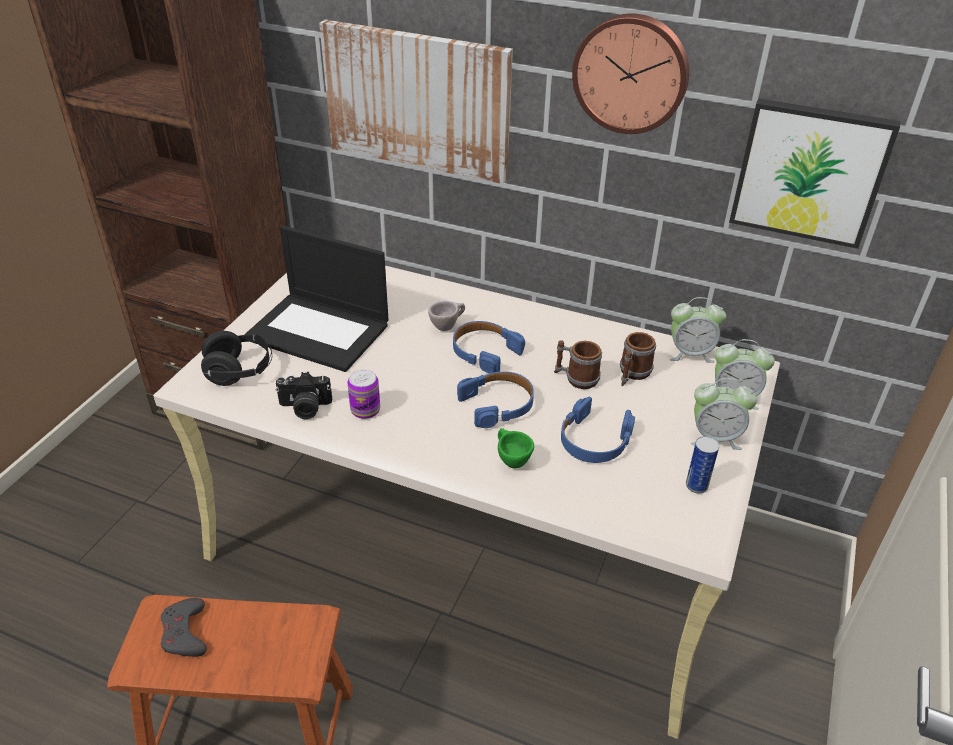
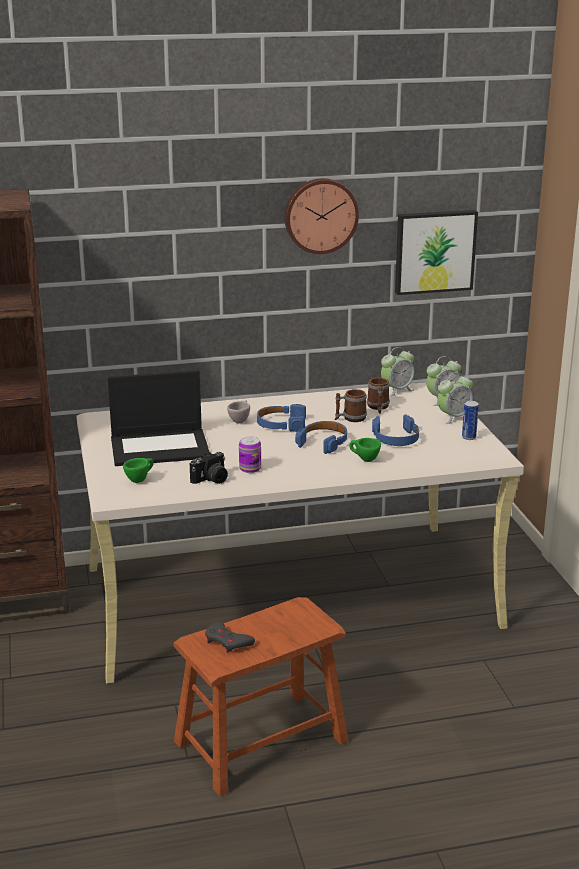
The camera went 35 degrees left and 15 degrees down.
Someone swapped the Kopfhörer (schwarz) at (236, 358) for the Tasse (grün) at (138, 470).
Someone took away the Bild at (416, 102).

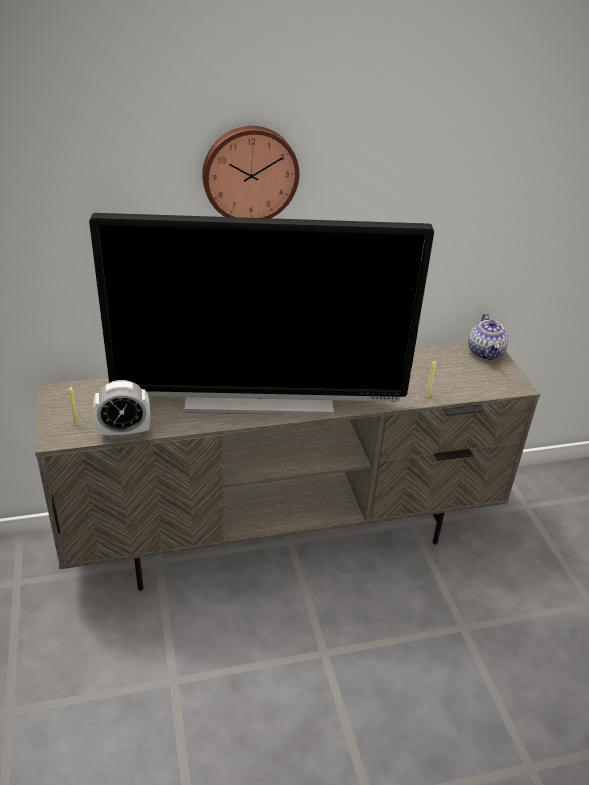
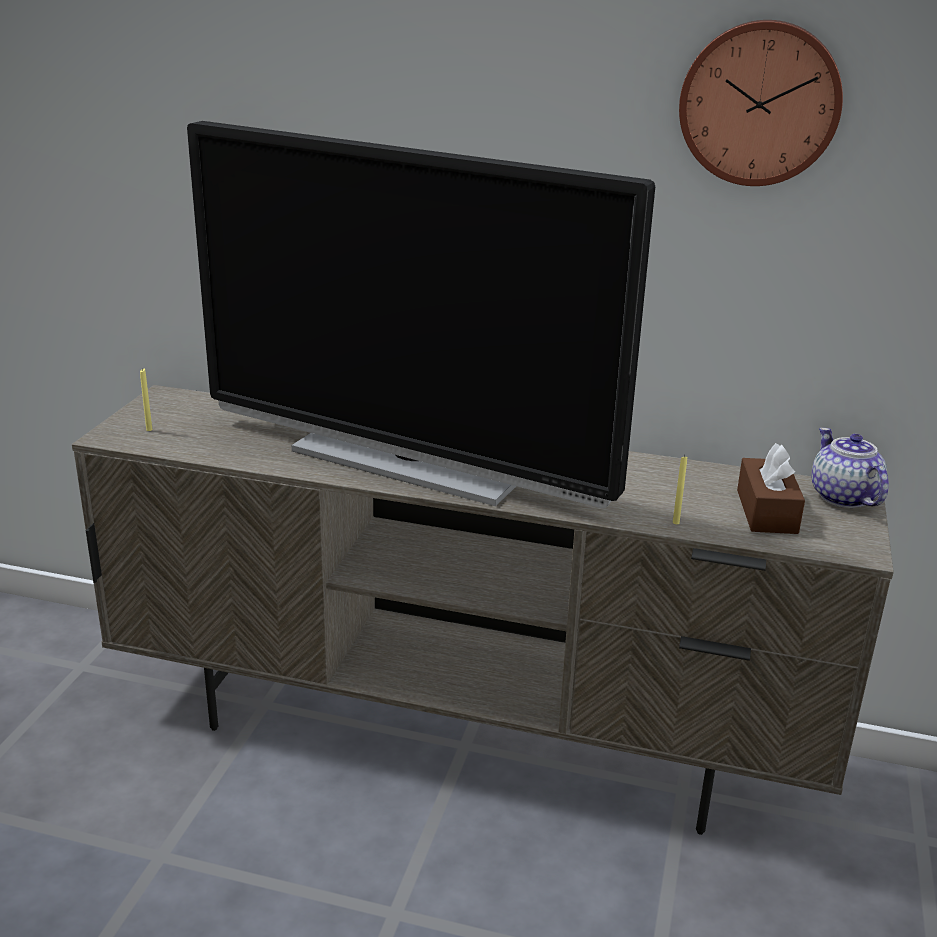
The camera went 30 degrees right and 10 degrees down.
Someone carried the Wanduhr from (250, 172) to (761, 103).
Someone put down the Taschentuchbox (braun) at (771, 488).
Someone rotated the Teekanne at (488, 337) by 135 degrees clockwise.
Someone took away the Wecker at (121, 409).

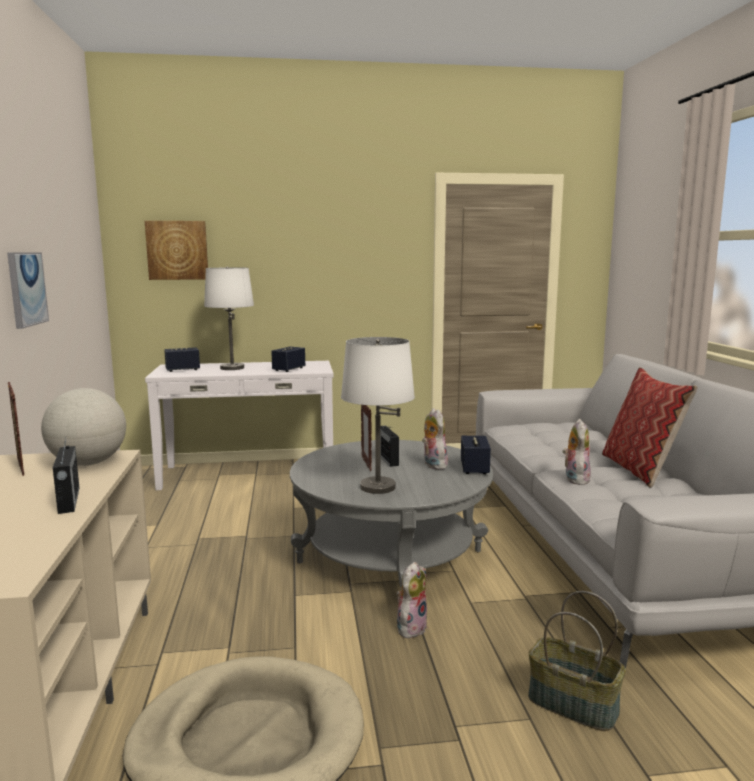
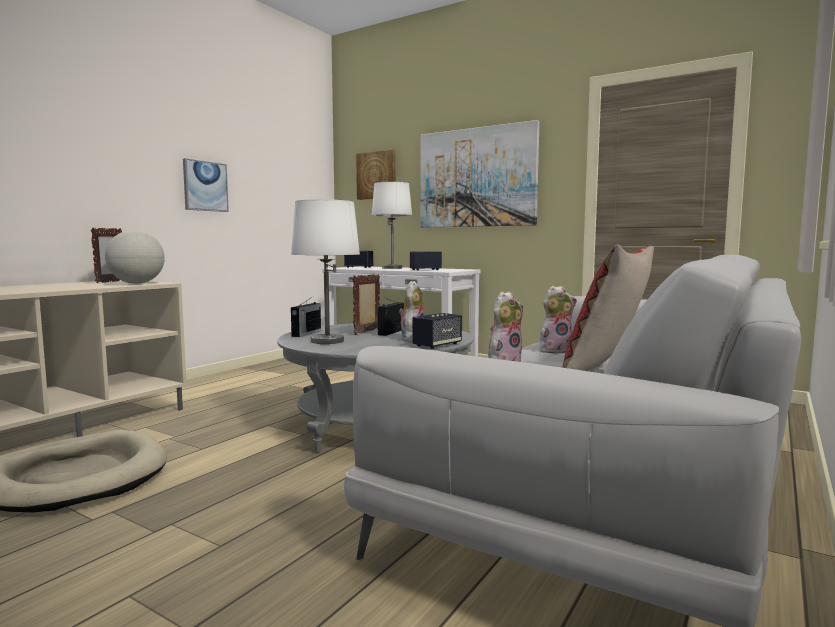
The camera went 40 degrees right and 5 degrees down.
Someone carried the Radio from (66, 476) to (306, 317).
Someone put up the Bild at (480, 174).
Someone carried the Plüschtier from (412, 600) to (558, 319).
Someone took away the Korb at (577, 661).

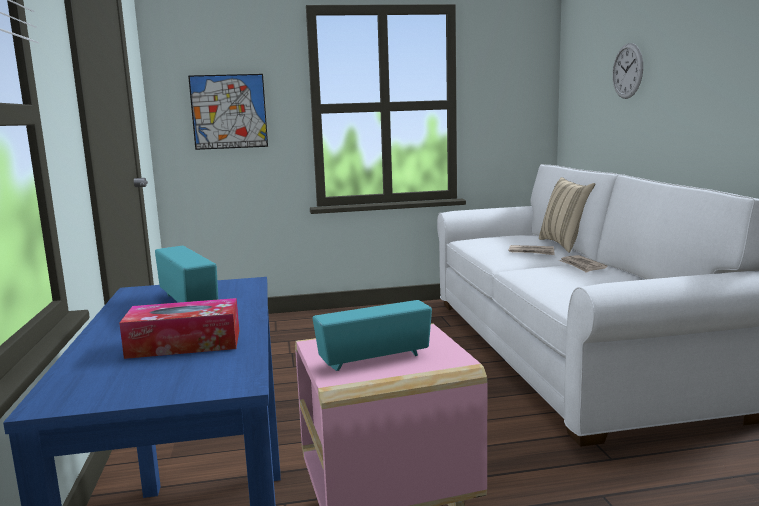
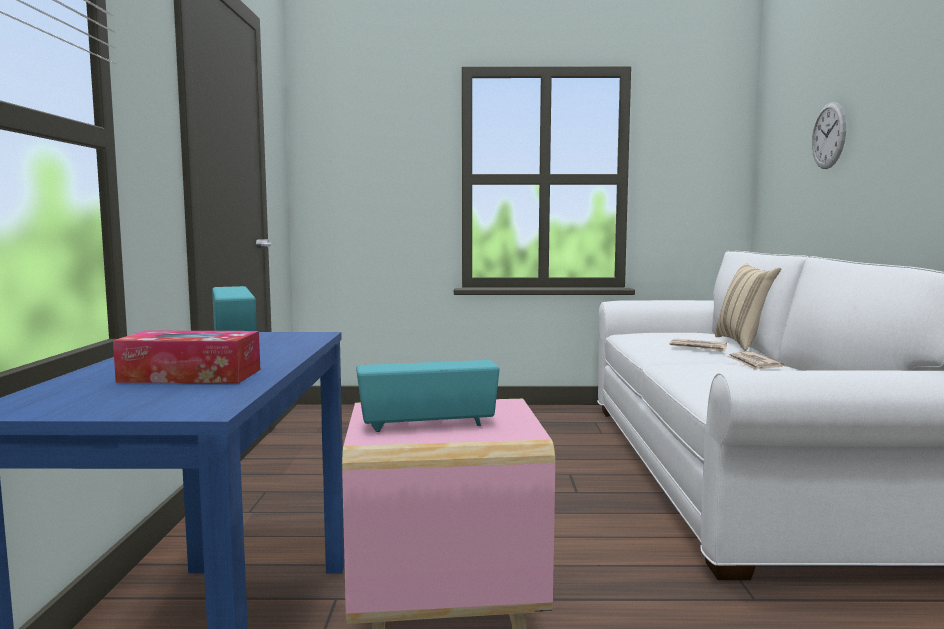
The camera went 10 degrees right and 5 degrees down.
Someone took away the Bild at (228, 112).

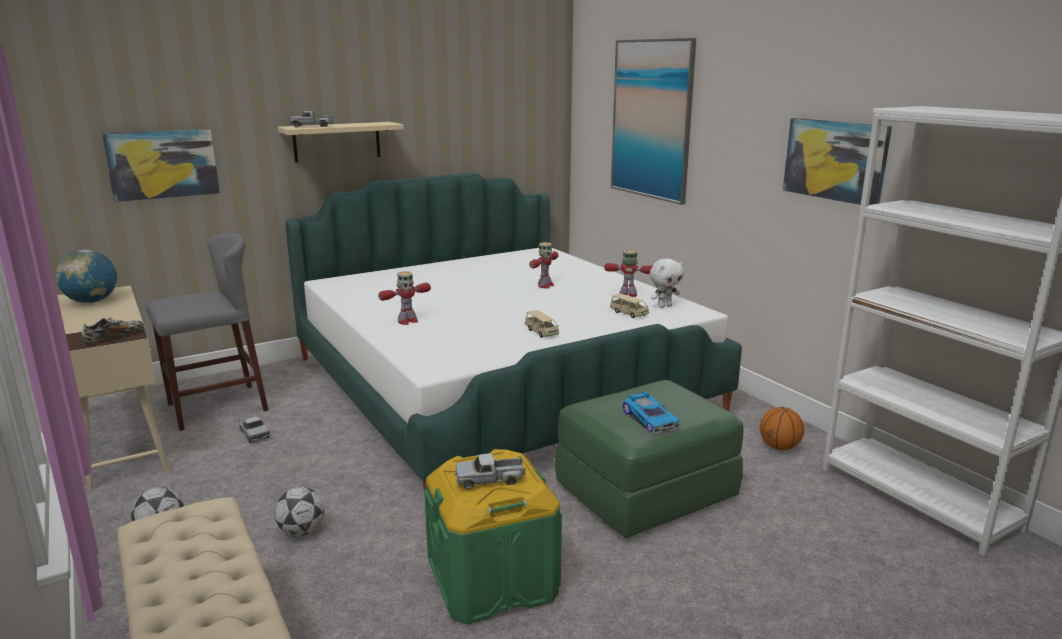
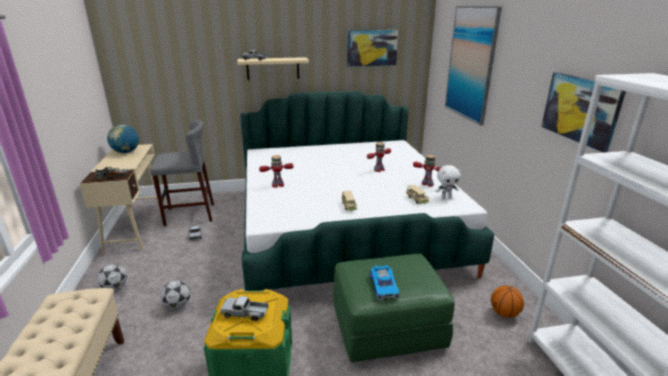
The camera went 20 degrees right and 5 degrees up.
Someone carried the Bild from (161, 165) to (372, 48).

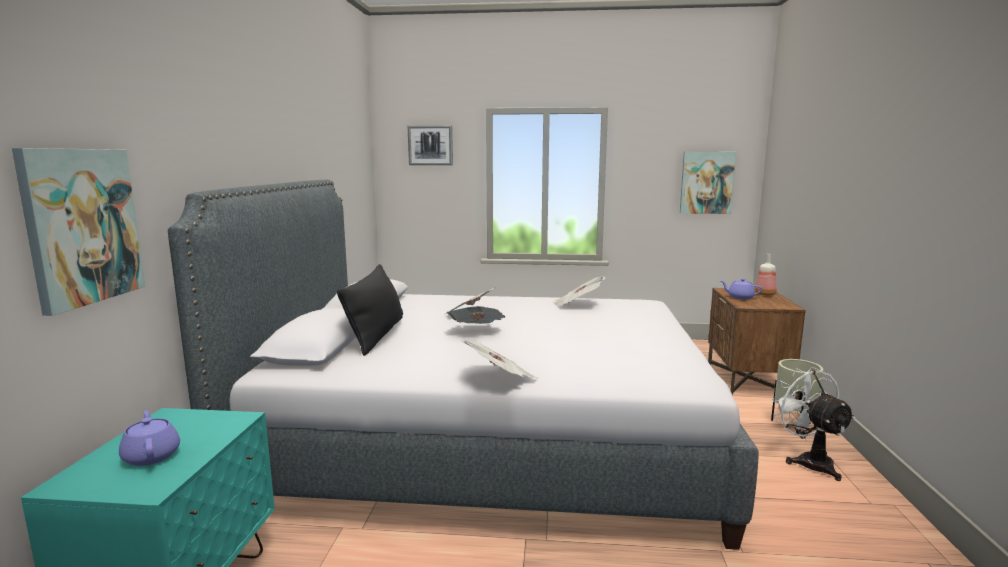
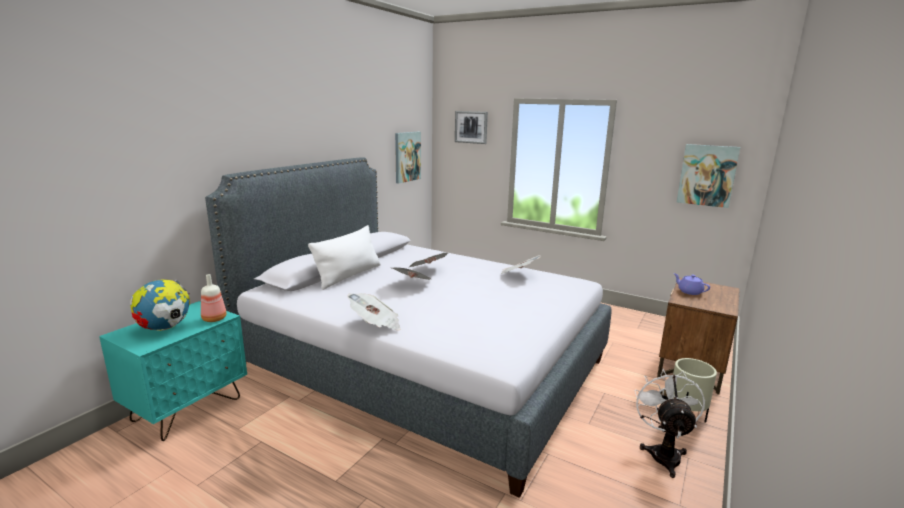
The camera went 25 degrees right and 5 degrees up.
Someone swapped the Teekanne (lila) at (149, 438) for the Globus at (160, 305).
Someone carried the Flasche from (766, 275) to (214, 298).
Someone repainted the Kissen (schwarz) at (370, 310), which became the Kissen (weiß) at (344, 257).
Someone carried the Bild from (79, 232) to (408, 158).

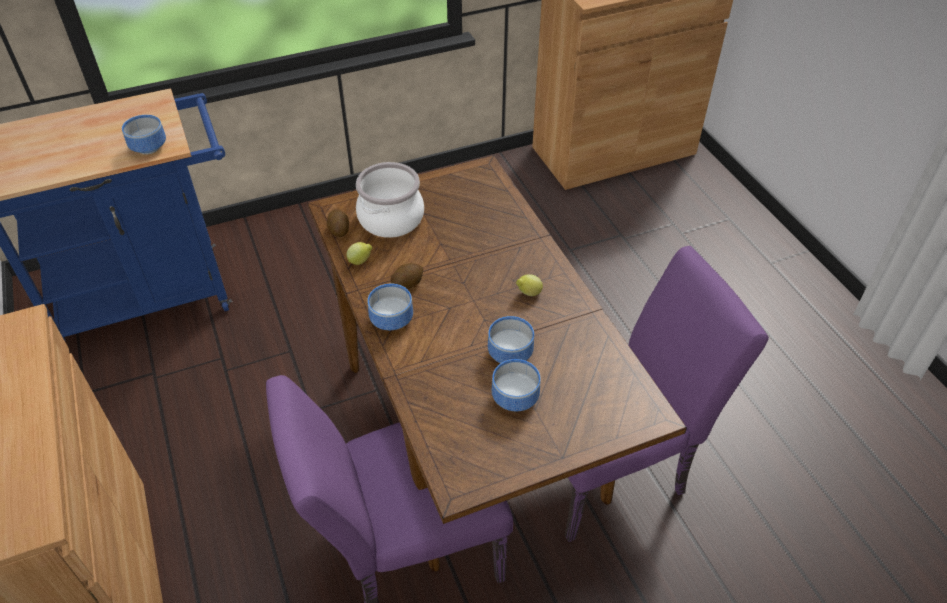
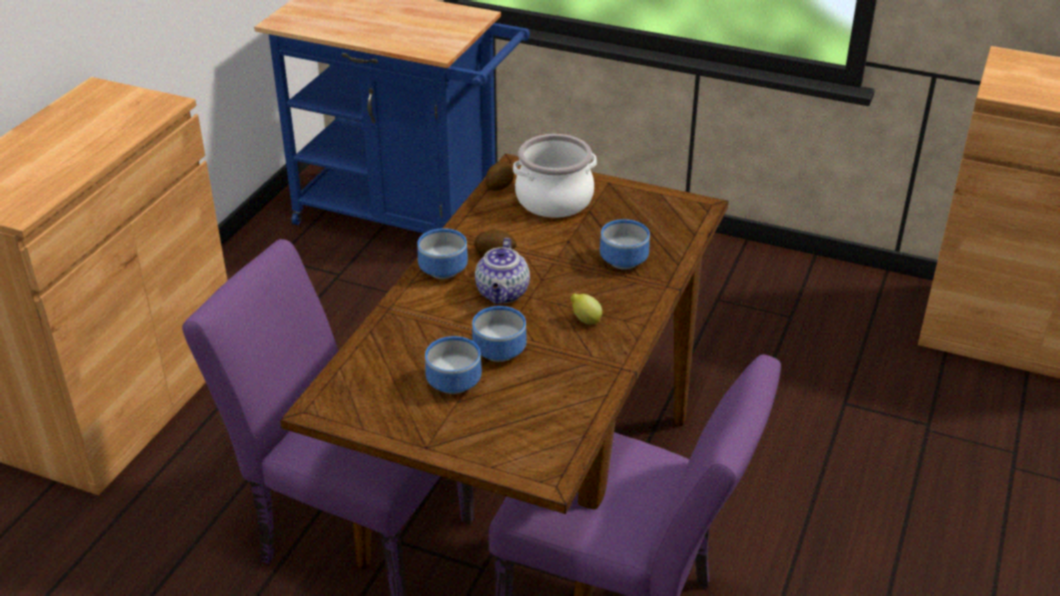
The camera went 45 degrees right and 10 degrees down.
Someone put down the Teekanne at (502, 271).
Someone carried the Schüssel from (144, 134) to (625, 244).
Someone took away the Zitrone at (359, 253).

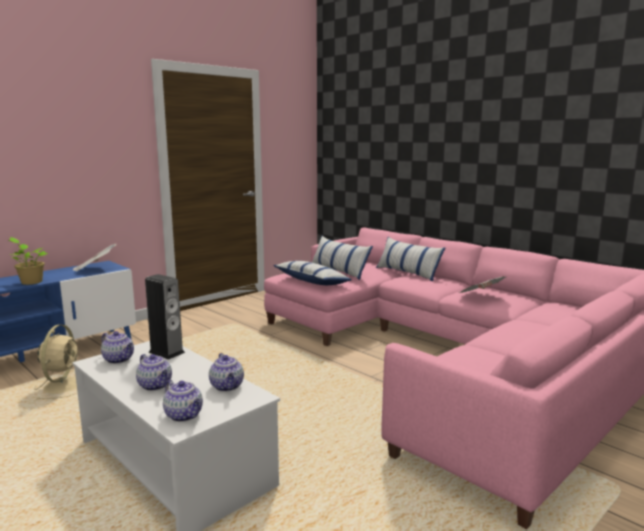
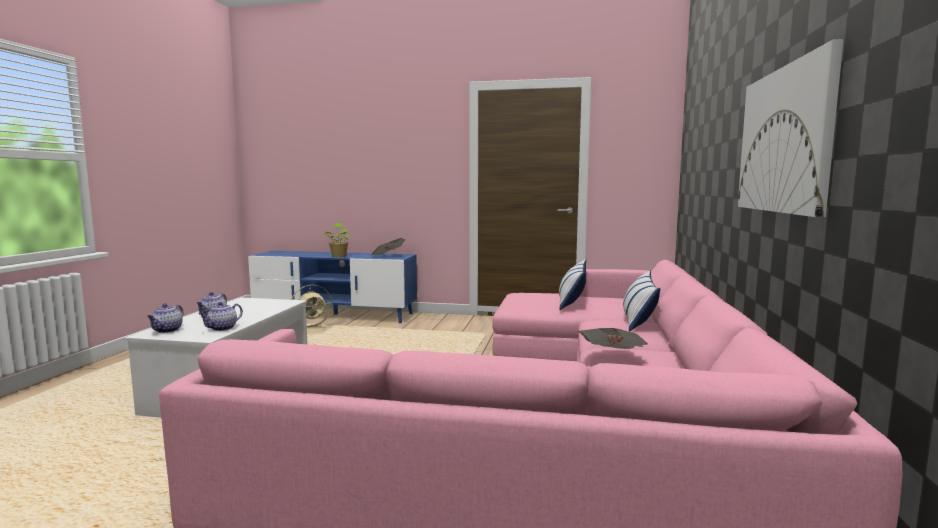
The camera went 55 degrees right and 5 degrees down.
Someone put up the Bild at (791, 128).
Someone took away the Teekanne at (117, 347).
Someone took away the Lautsprecher at (165, 317).
Someone took away the Kissen at (312, 273).

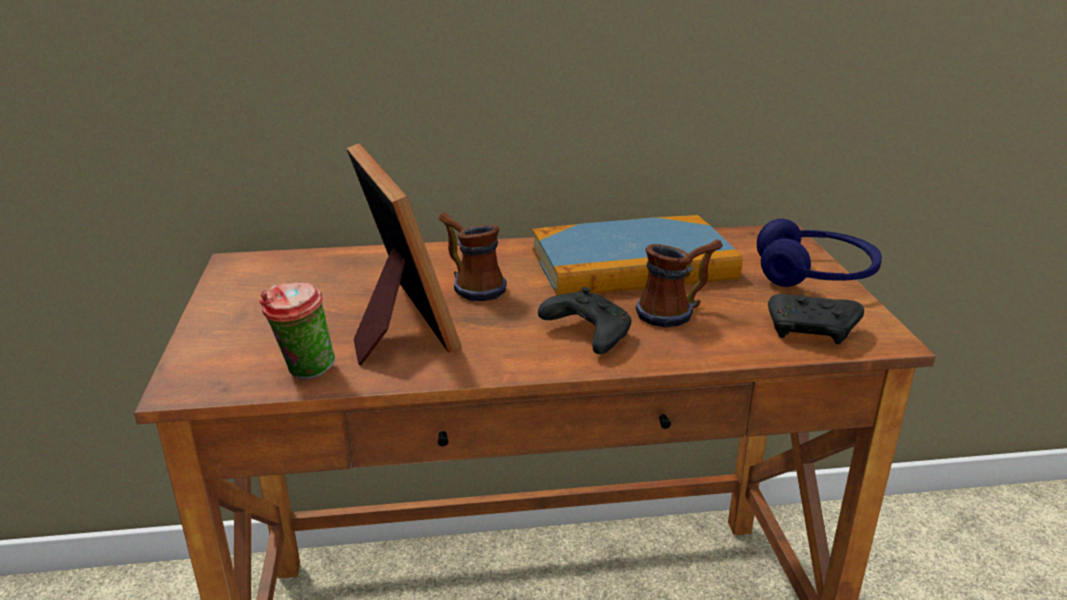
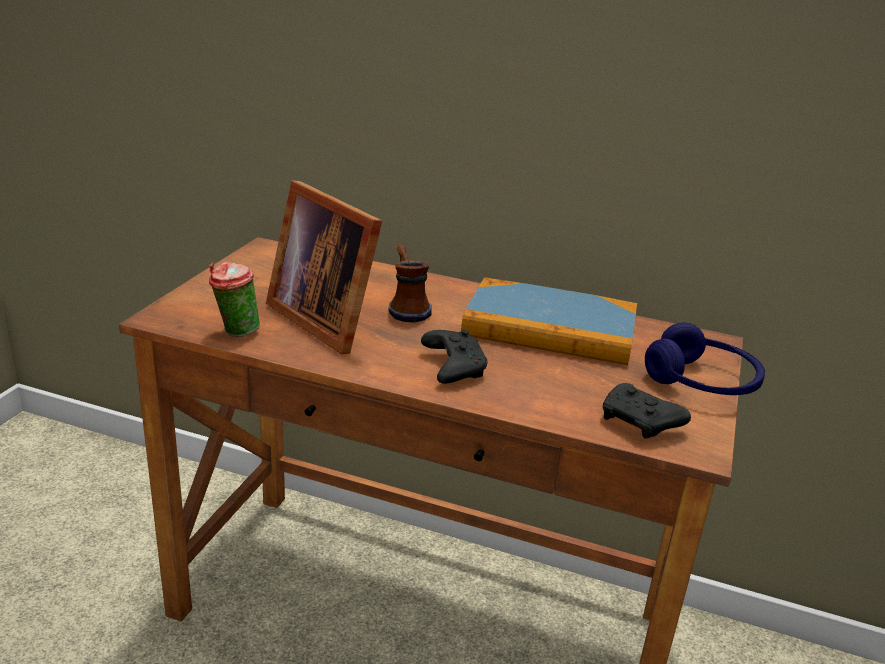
The camera went 25 degrees right and 0 degrees up.
Someone rotated the Bilderrahmen at (404, 254) by 135 degrees clockwise.
Someone took away the Henkelbecher at (679, 283).

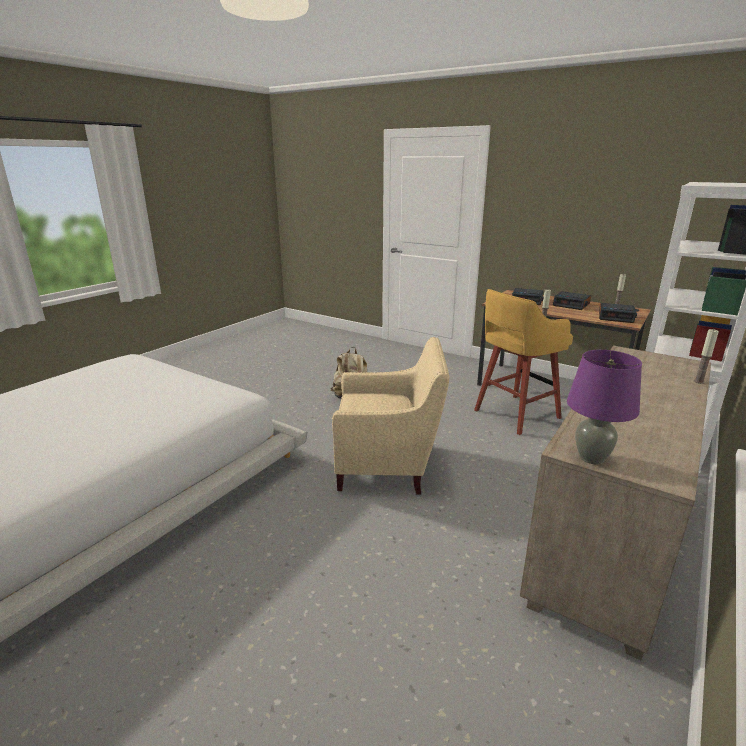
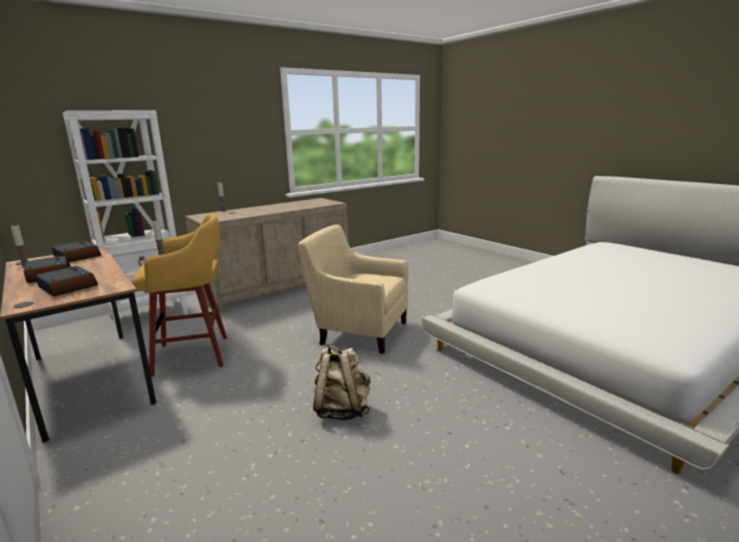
The camera went 160 degrees left and 5 degrees down.
Someone took away the Tischlampe (lila) at (604, 407).

